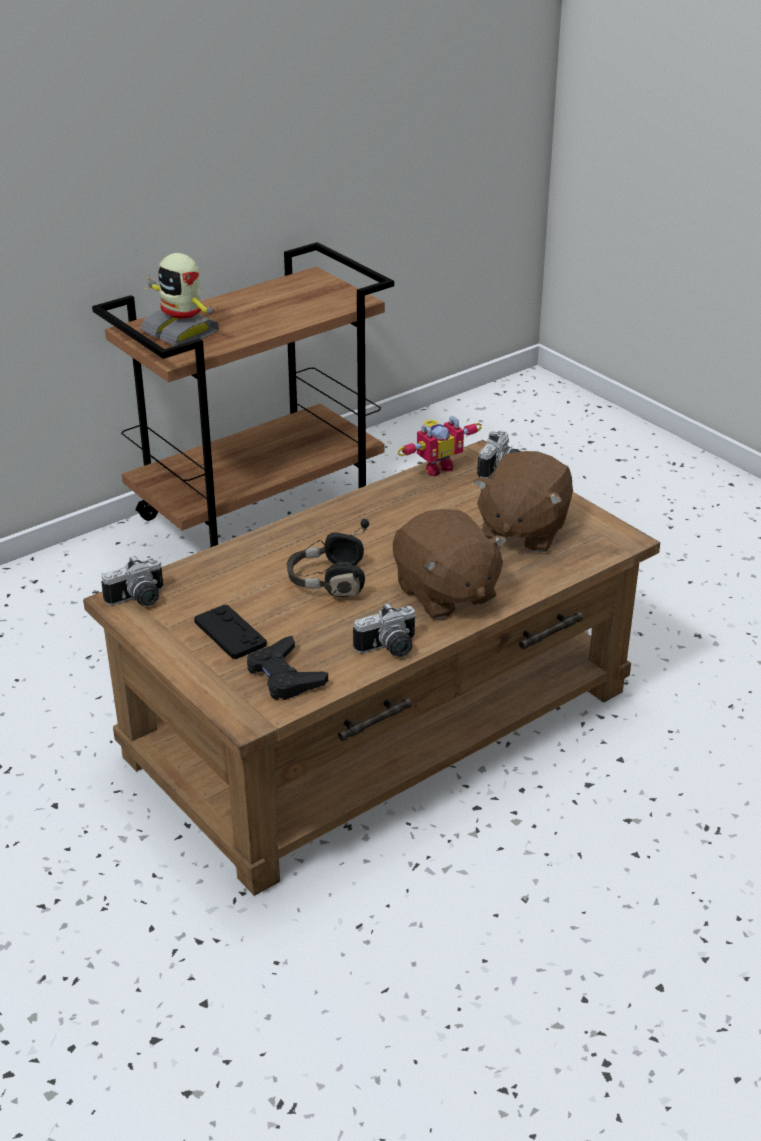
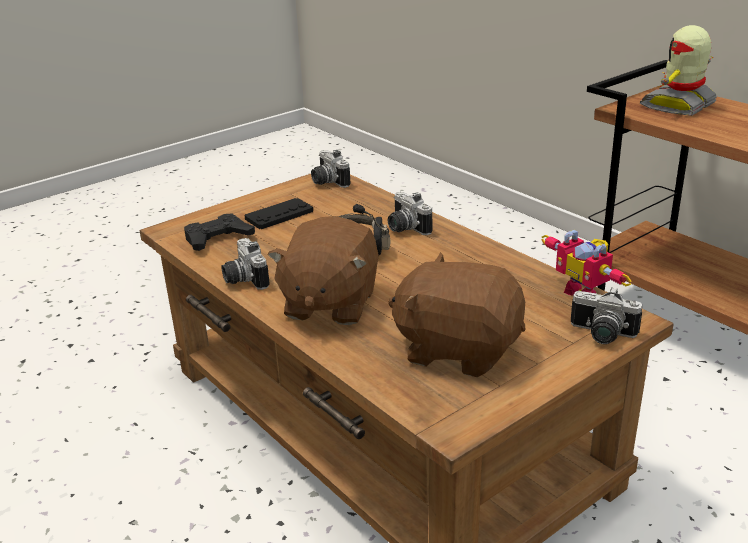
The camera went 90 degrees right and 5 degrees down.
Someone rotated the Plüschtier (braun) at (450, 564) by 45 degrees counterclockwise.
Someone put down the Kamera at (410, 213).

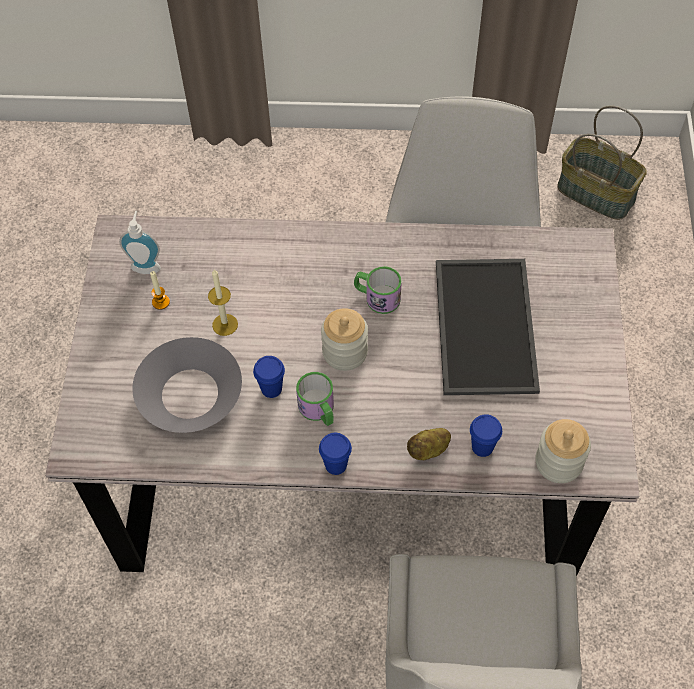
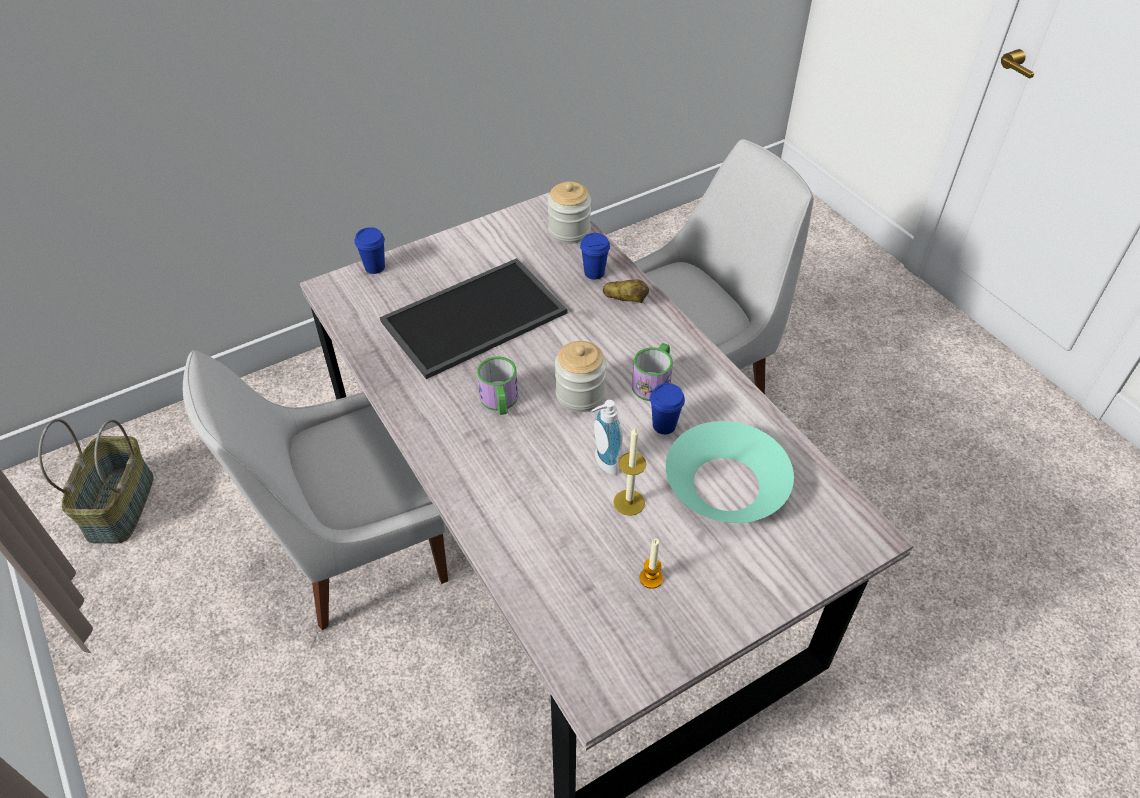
The camera went 125 degrees left and 10 degrees down.
Someone carried the Tasse (blau) from (335, 454) to (370, 250).
Someone carried the Seifenspender from (140, 242) to (607, 437).
Someone repainted the Schüssel (grau) at (187, 385), which became the Schüssel (türkis) at (730, 472).

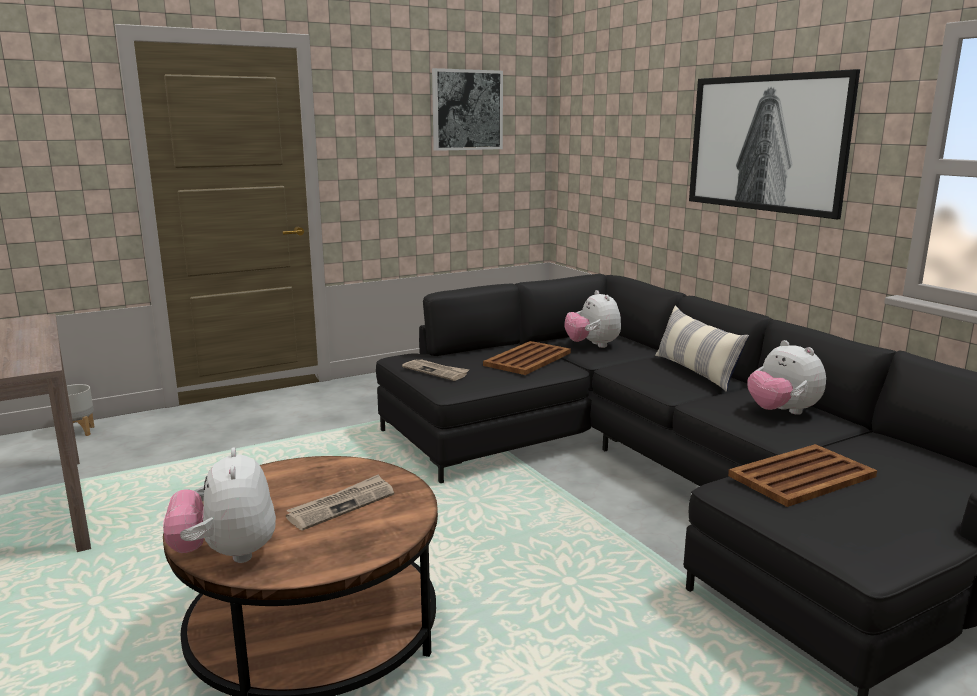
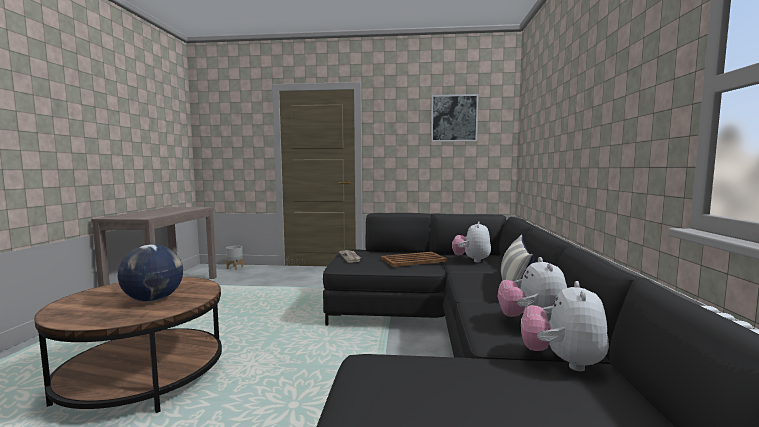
The camera went 35 degrees right and 10 degrees down.
Someone swapped the Zeitung at (340, 502) for the Globus at (150, 273).
Someone carried the Plüschtier from (219, 505) to (565, 326).
Someone took away the Bild at (774, 144).
Someone took away the Tablett (braun) at (802, 475).

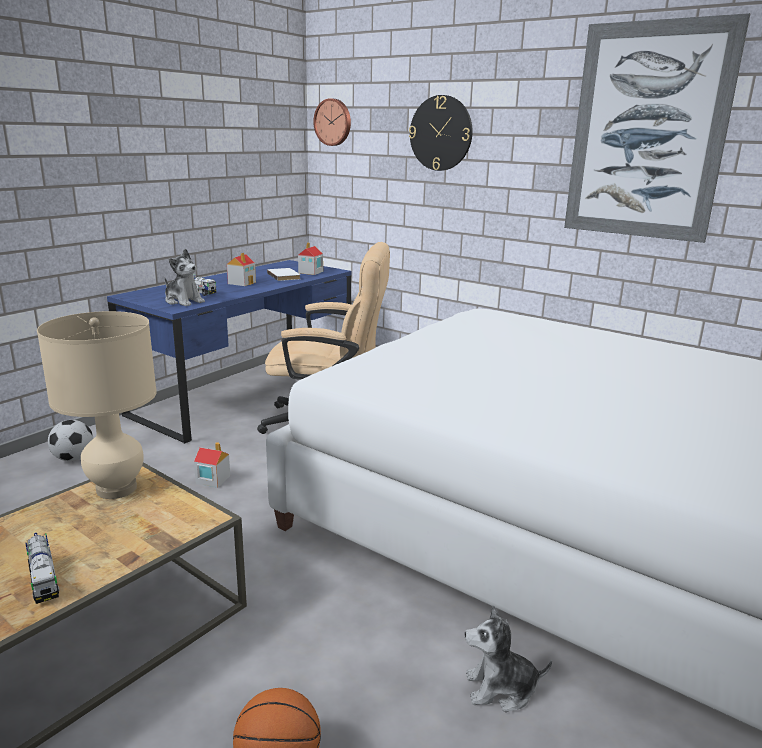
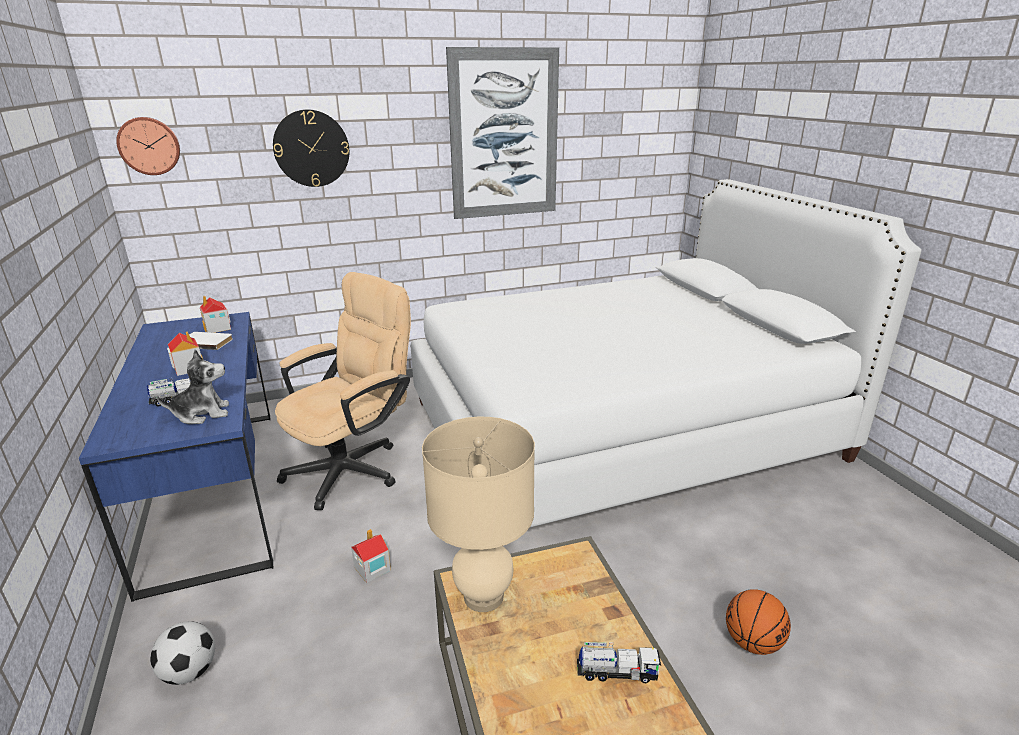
The camera went 55 degrees left and 5 degrees up.
Someone took away the Plüschtier at (508, 658).

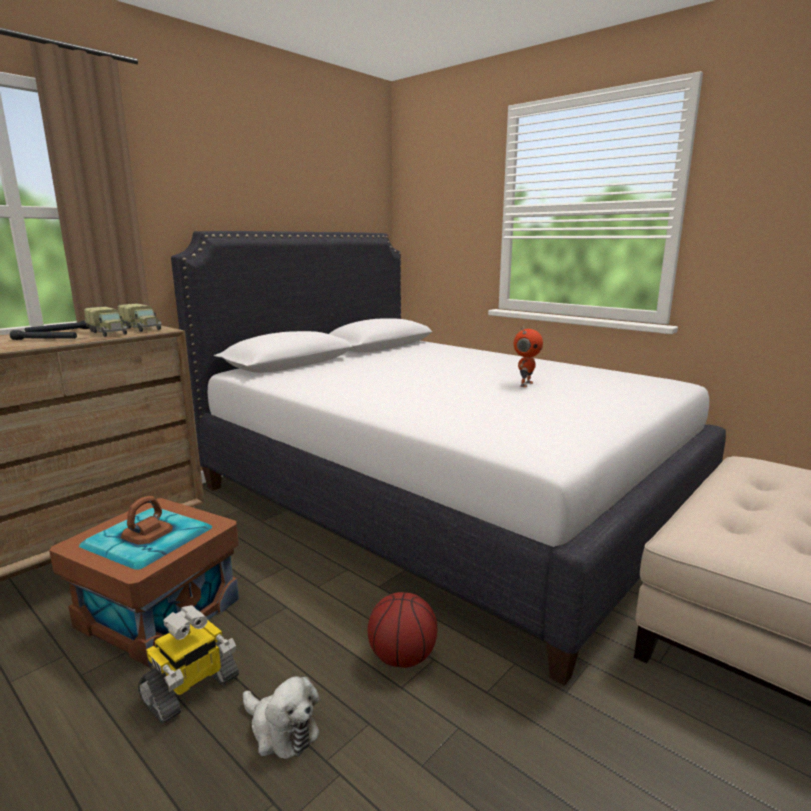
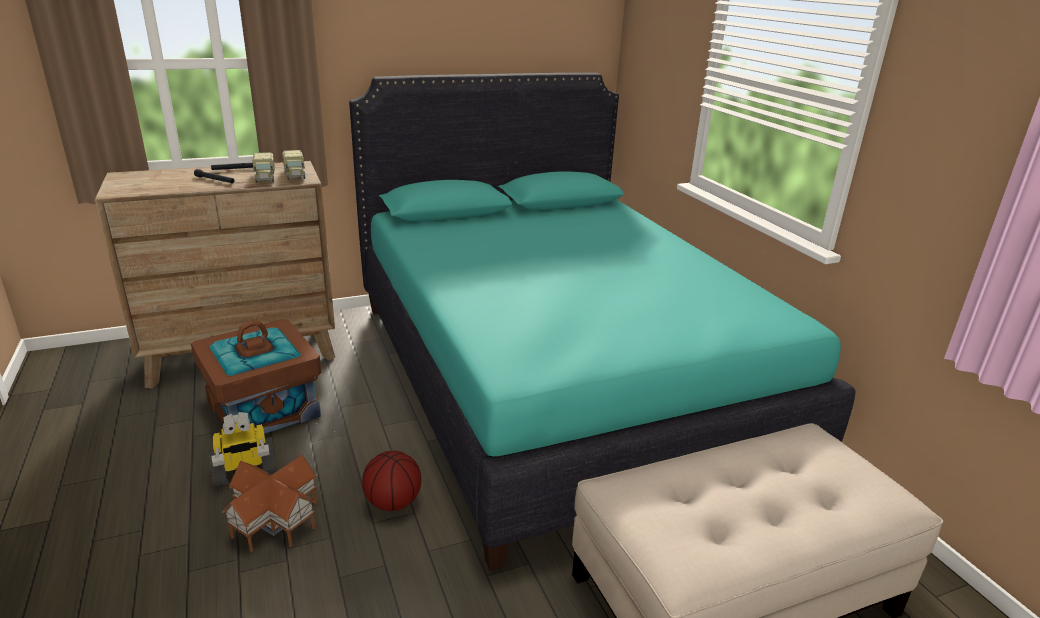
The camera went 25 degrees right and 10 degrees up.
Someone swapped the Plüschtier at (281, 717) for the Spielzeughaus at (269, 503).
Someone repainted the Bett (weiß) at (448, 458), which became the Bett (türkis) at (602, 322).
Someone took away the Spielzeugroboter at (528, 356).

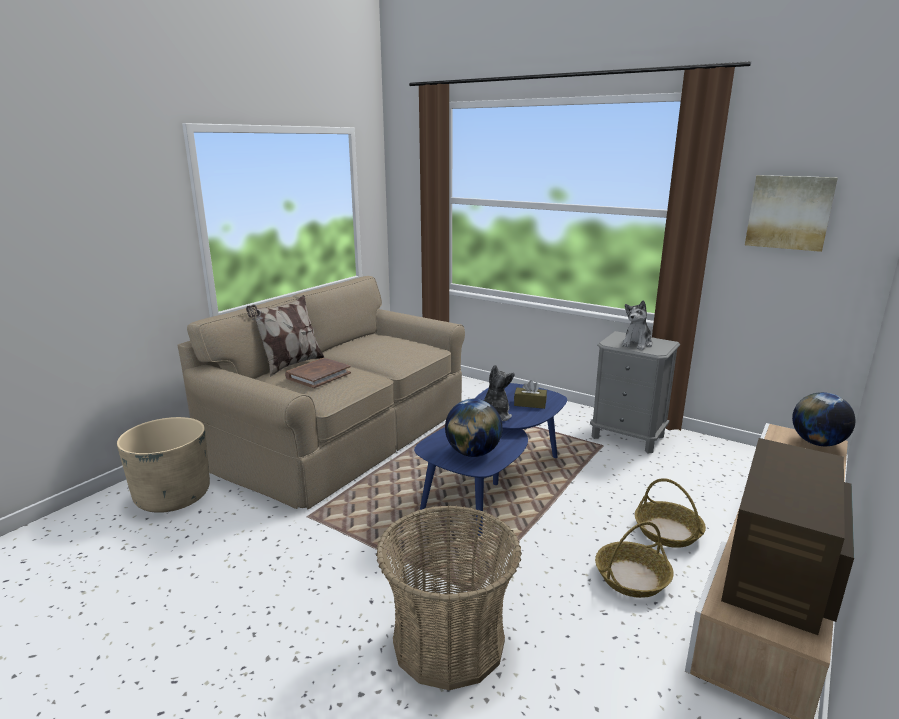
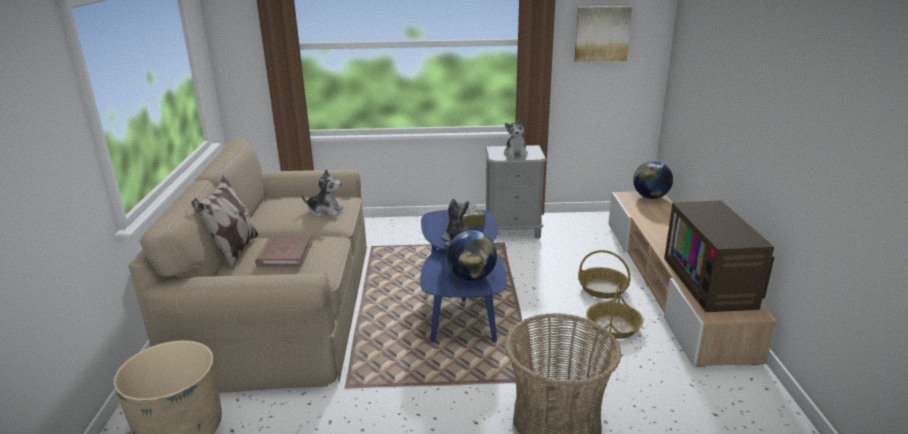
The camera went 35 degrees left and 5 degrees up.
Someone put down the Plüschtier at (322, 193).

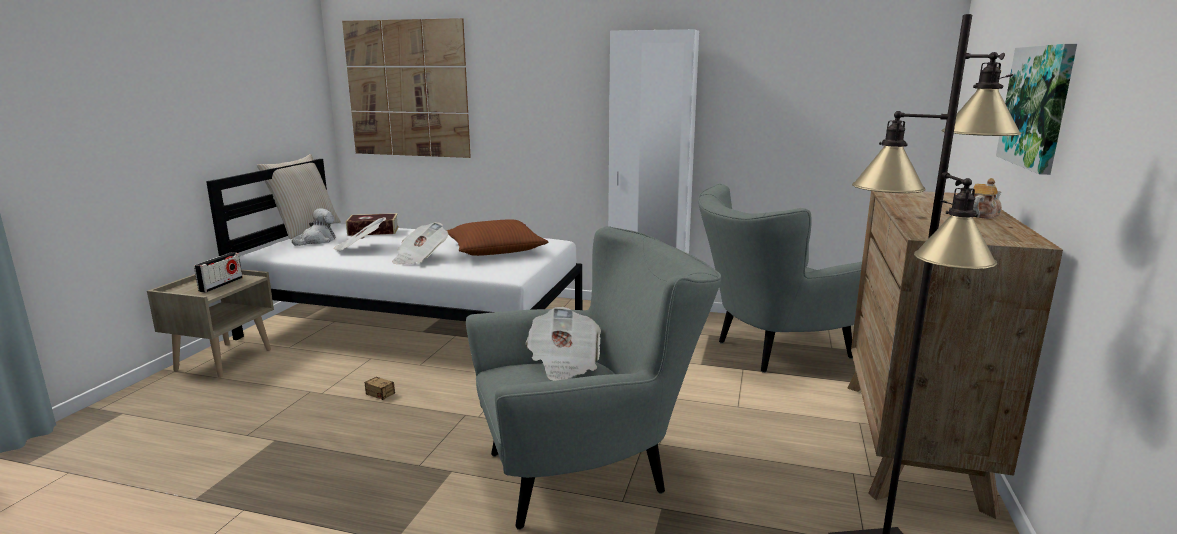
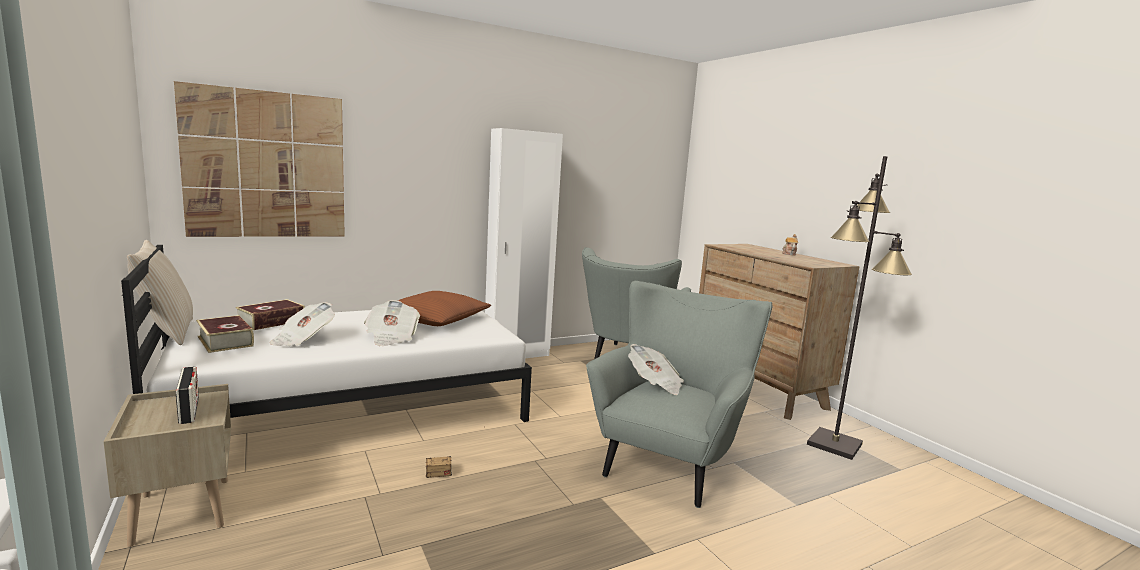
The camera went 45 degrees left and 5 degrees down.
Someone swapped the Plüschtier at (313, 227) for the Buch at (225, 334).
Someone took away the Bild at (1036, 109).

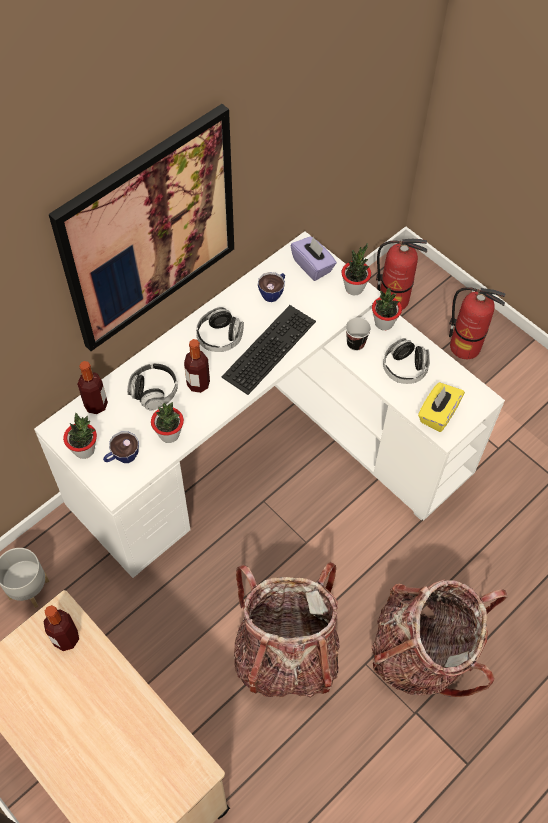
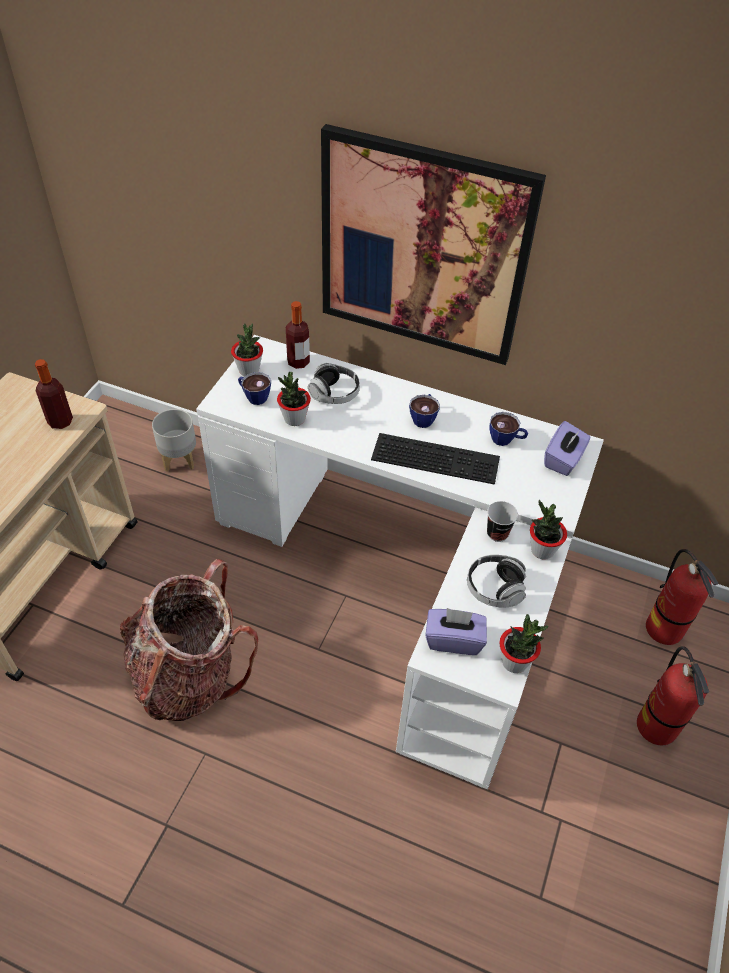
The camera went 65 degrees right and 10 degrees down.
Someone swapped the Kopfhörer at (220, 329) for the Tasse at (424, 411).
Someone repainted the Taschentuchbox (gelb) at (441, 407), which became the Taschentuchbox (lila) at (456, 631).
Someone carried the Topfpflanze from (356, 269) to (523, 643).
Someone took away the Flasche at (197, 366).
Someone took away the Rucksack at (440, 638).

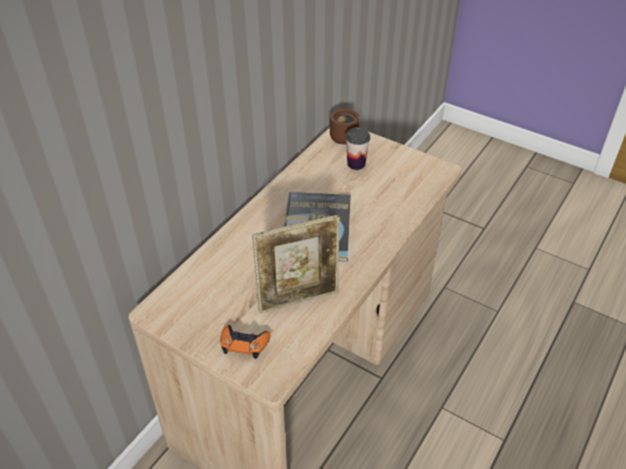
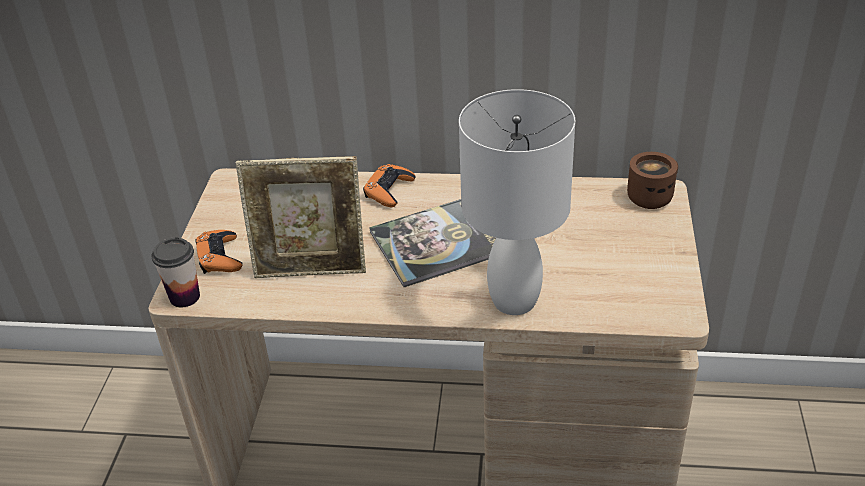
The camera went 65 degrees right and 5 degrees down.
Someone carried the Tasse from (358, 148) to (175, 273).
Someone rotated the Bilderrahmen at (296, 264) by 45 degrees counterclockwise.
Someone put down the Gamepad (orange) at (389, 185).
Someone put down the Tischlampe (weiß) at (517, 202).

